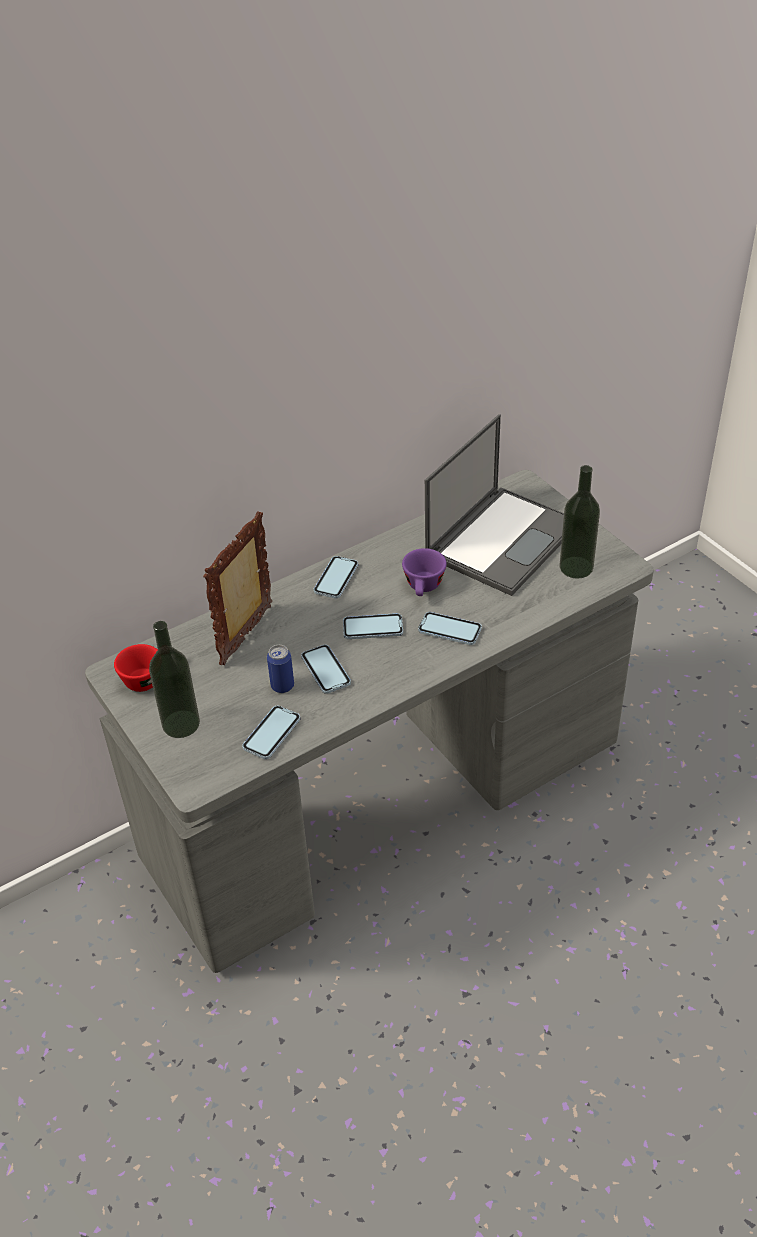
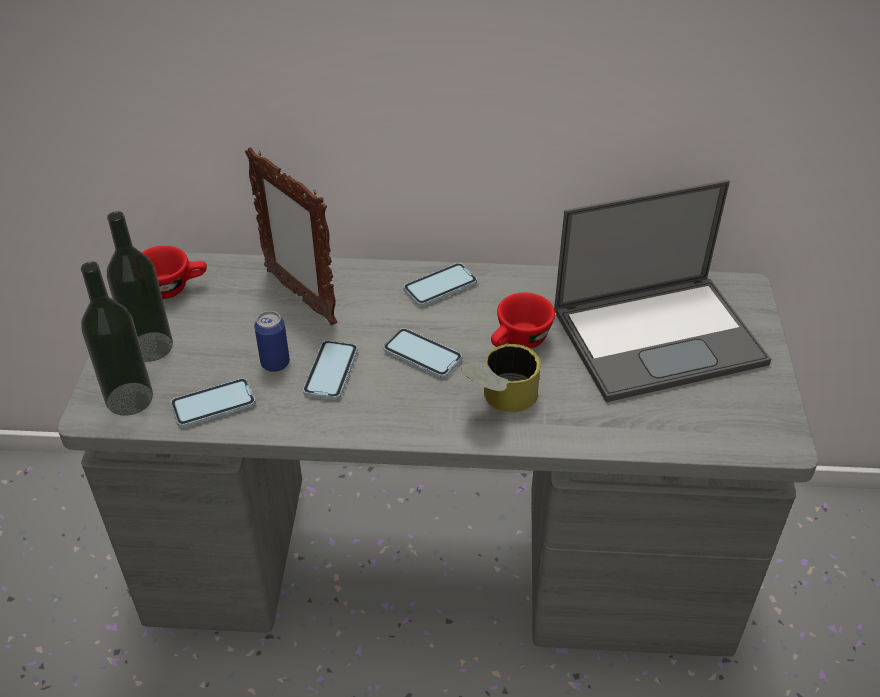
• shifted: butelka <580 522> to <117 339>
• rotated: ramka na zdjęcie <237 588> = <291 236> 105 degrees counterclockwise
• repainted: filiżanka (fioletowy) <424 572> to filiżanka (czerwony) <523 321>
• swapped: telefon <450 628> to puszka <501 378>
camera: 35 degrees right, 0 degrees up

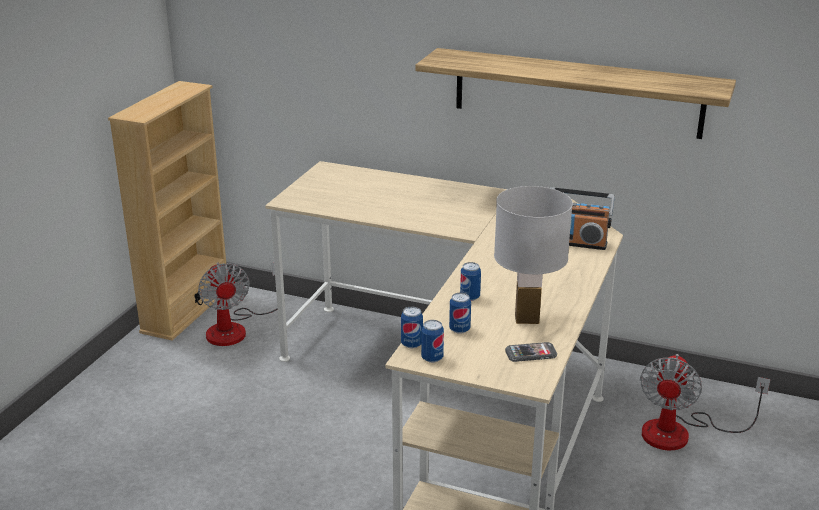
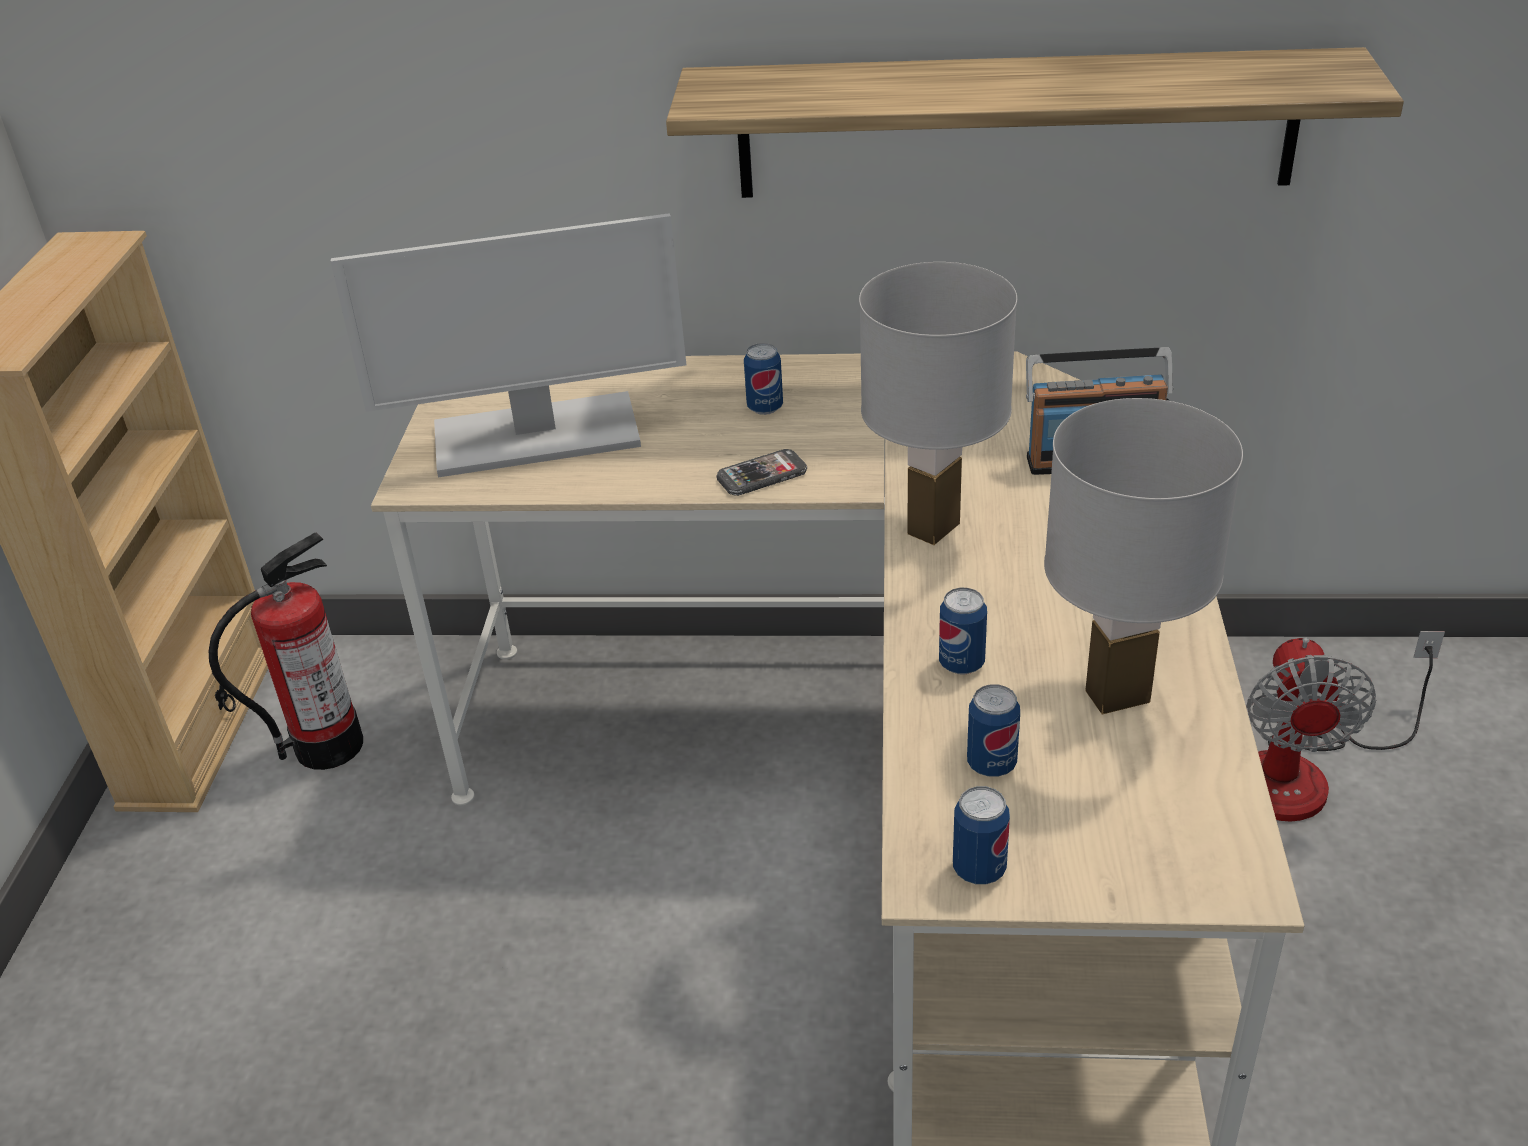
• swapped: wentylator <237 304> to gaśnica <286 651>
• shifted: puszka <412 327> to <763 379>
• shifted: telefon <531 352> to <761 472>
• new: monitor <508 345>
• new: lampa stołowa (biały) <938 403>
camera: 15 degrees left, 10 degrees up

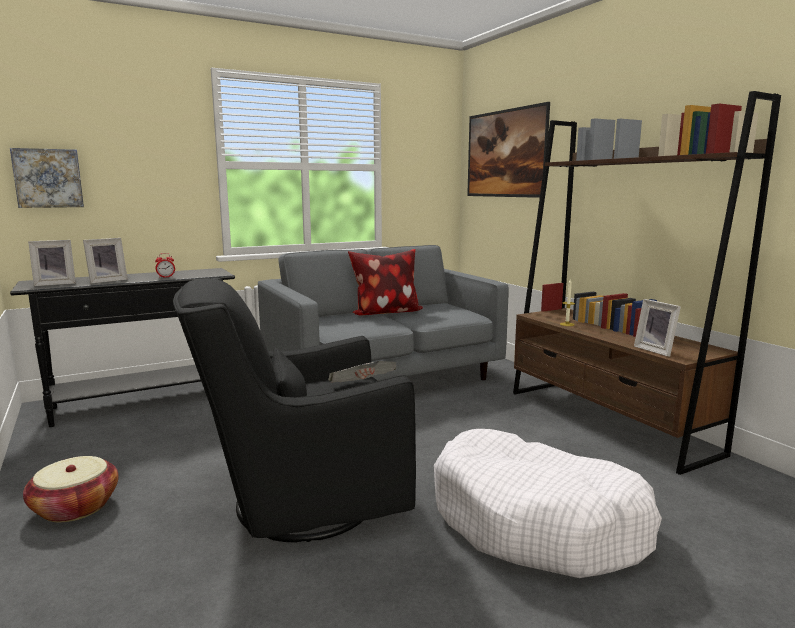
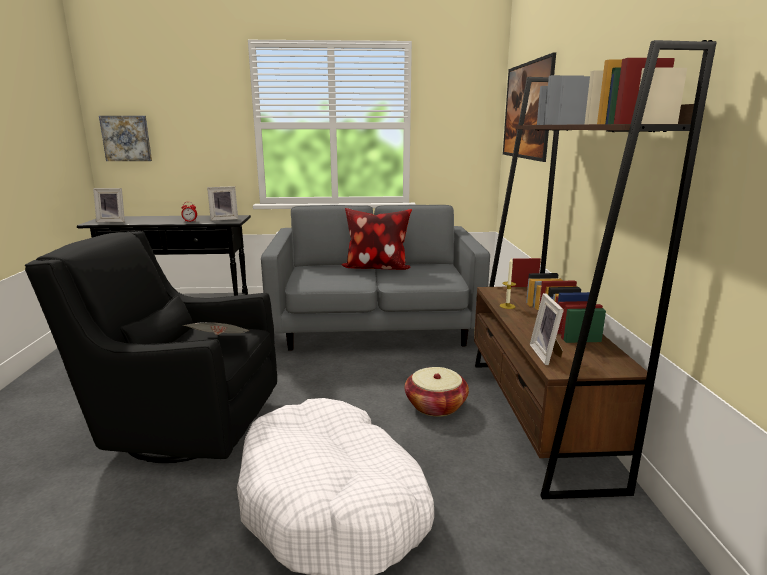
• shifted: ramka na zdjęcie <105 261> to <222 203>
• shifted: koszyk <71 489> to <437 392>
camera: 25 degrees right, 5 degrees up

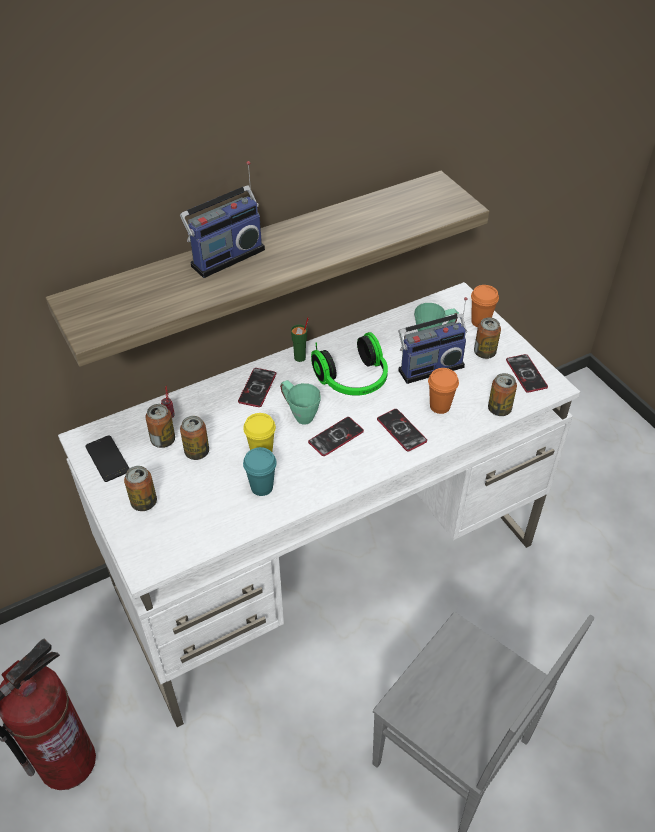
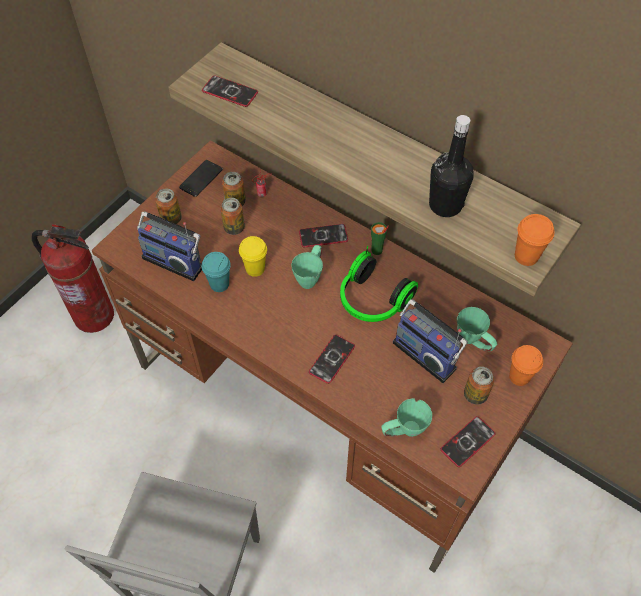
• shifted: radio <222 219> to <169 246>
• repainted: biurko (biały) <319 504> to biurko (brązowy) <332 356>
• shifted: filiżanka (pomarańczowy) <443 391> to <535 240>
• swapped: puszka <502 394> to kubek (zielony) <407 417>
• shifted: telefon <336 436> to <230 91>
• new: butelka (czarny) <451 166>
camera: 65 degrees right, 10 degrees up

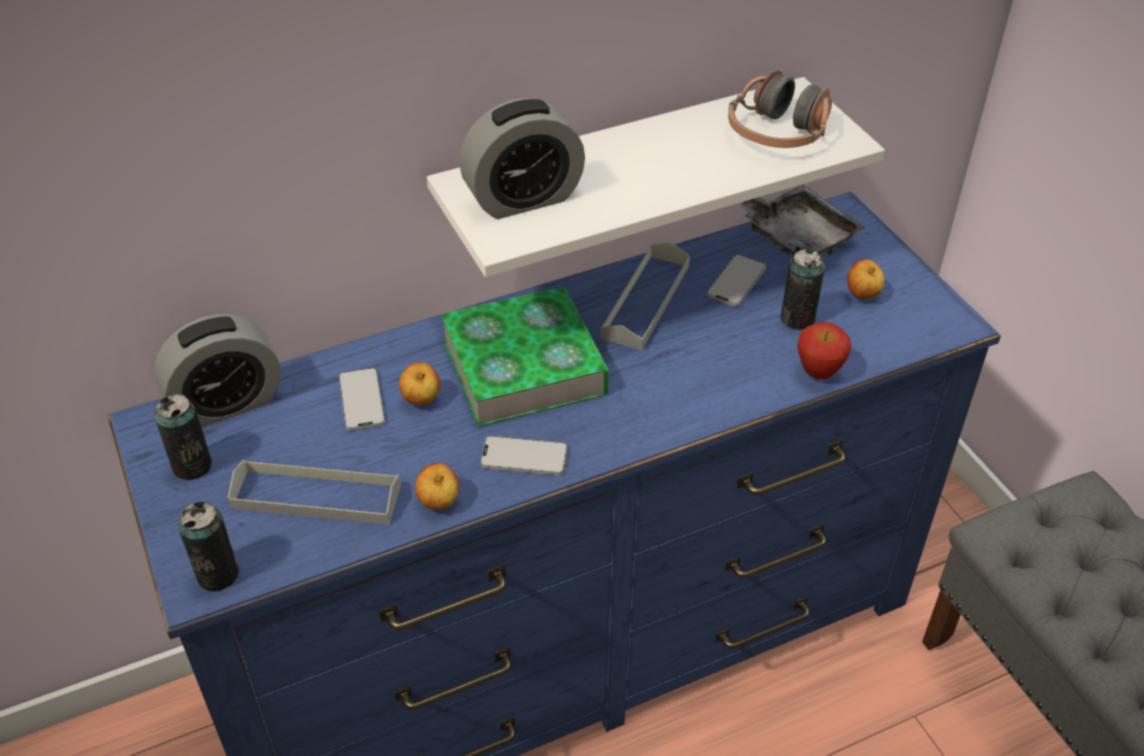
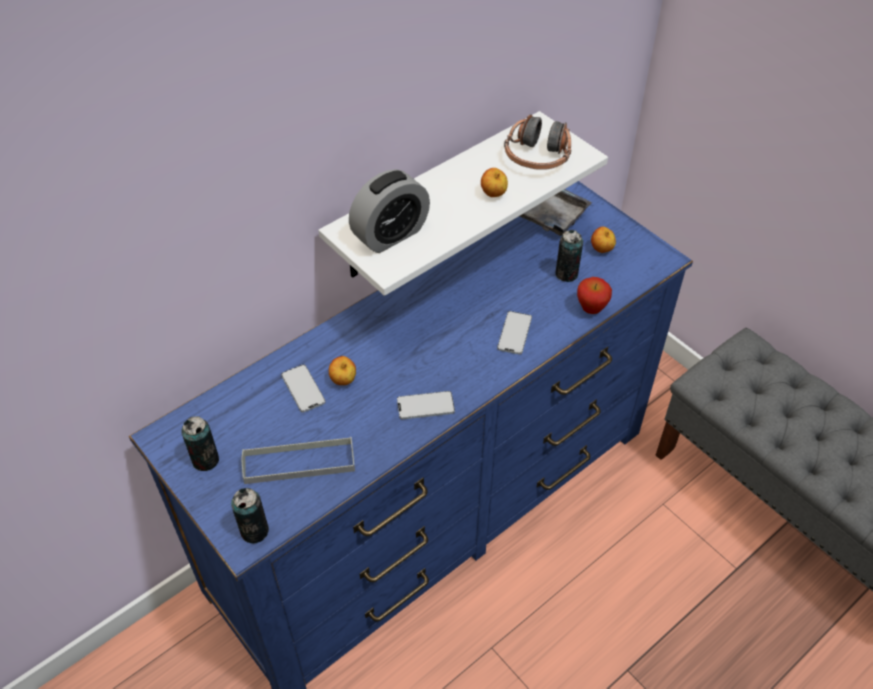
• gone: taca (szary) <645 296>
• shifted: telefon <736 280> to <514 333>
• gone: książka <525 357>
• gone: budzik <217 371>
• shifted: jabłko <437 486> to <494 182>
camera: 15 degrees left, 5 degrees up

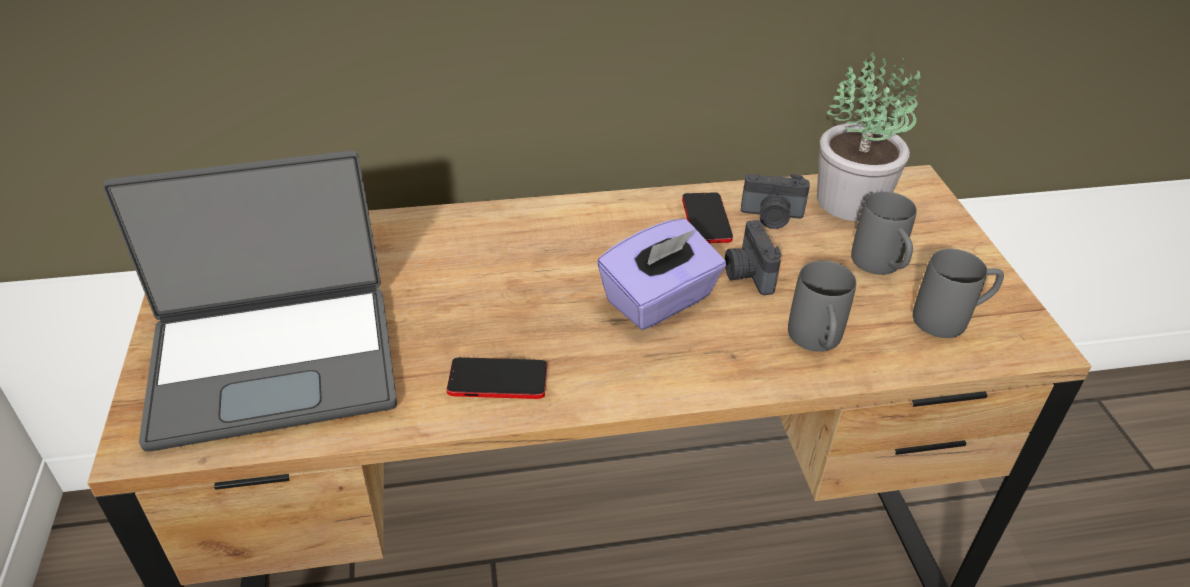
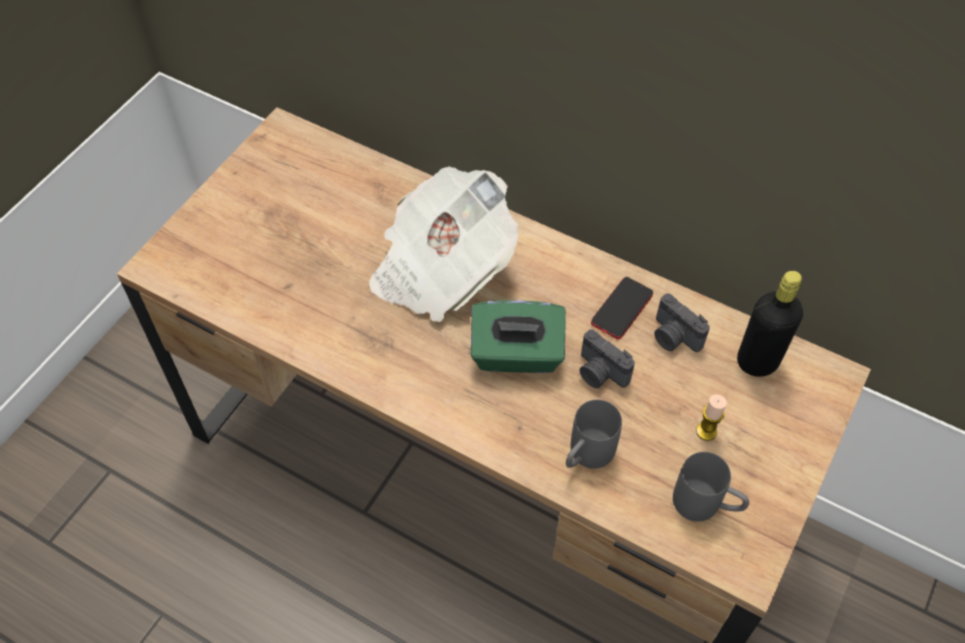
• swapped: roślina doniczkowa <869 137> to butelka (czarny) <770 324>
• gone: laptop <250 301>
• swapped: kubek (szary) <884 233> to świeca <711 418>
• repainted: pudełko chusteczek (fioletowy) <661 274> to pudełko chusteczek (zielony) <518 336>
• rotated: aparat fotograficzny <753 257> = <607 358> 75 degrees counterclockwise
• gone: telefon <497 378>
• new: gazeta <443 244>
camera: 40 degrees right, 15 degrees up

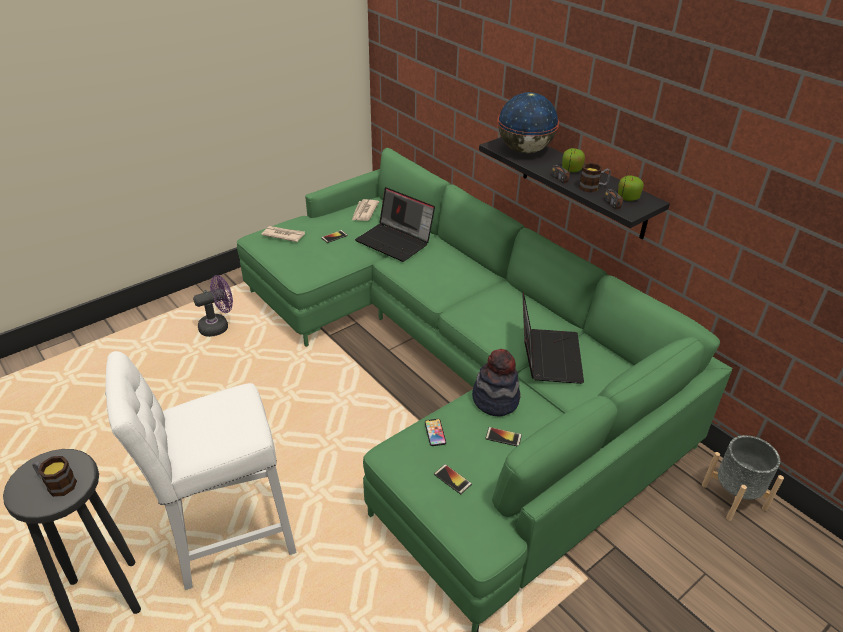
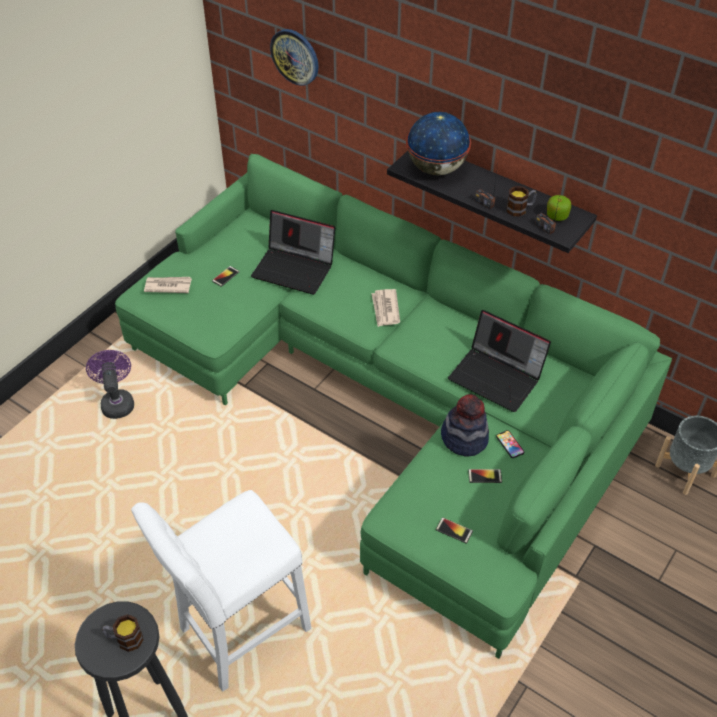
• gone: jabłko <573 160>
• shifted: gazeta <365 210> to <385 308>
• rotated: wentylator (fioletowy) <213 306> = <110 384> 60 degrees counterclockwise
• rotated: laptop <553 338> = <499 361> 135 degrees clockwise
• shifted: telefon <435 432> to <510 444>
• new: zegar ścienny <294 57>
camera: 15 degrees left, 10 degrees up

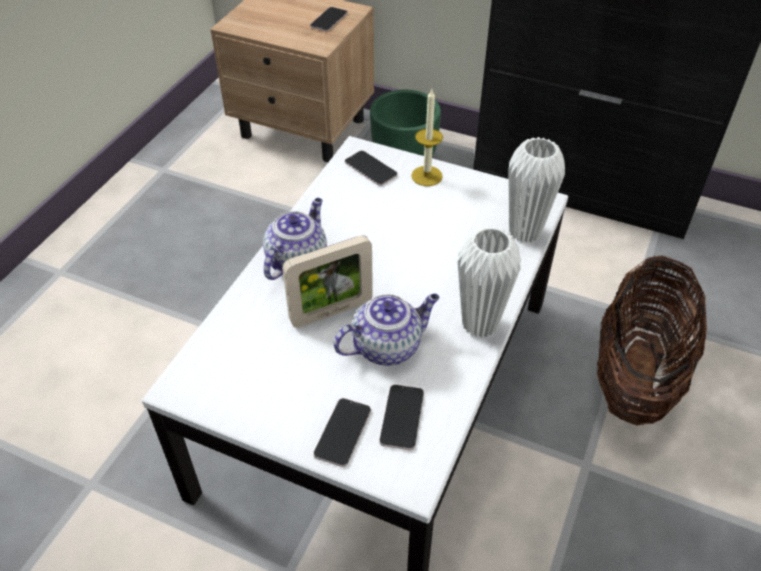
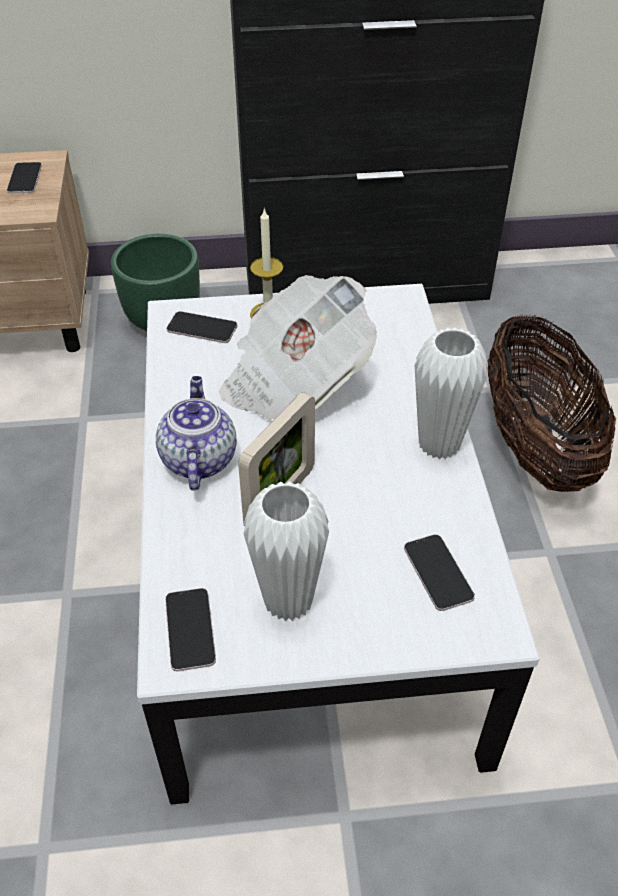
• shifted: wazon (biały) <536 190> to <286 551>
• gone: imbryk <386 330>
• shifted: telefon <342 432> to <190 629>
• new: gazeta <298 347>
camera: 30 degrees left, 0 degrees up

